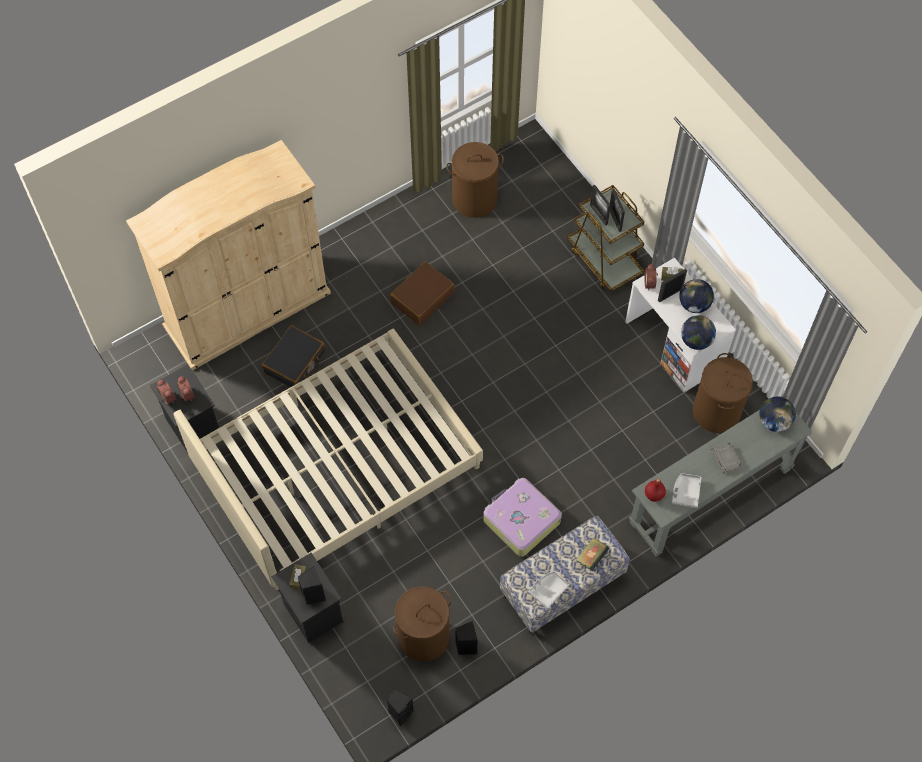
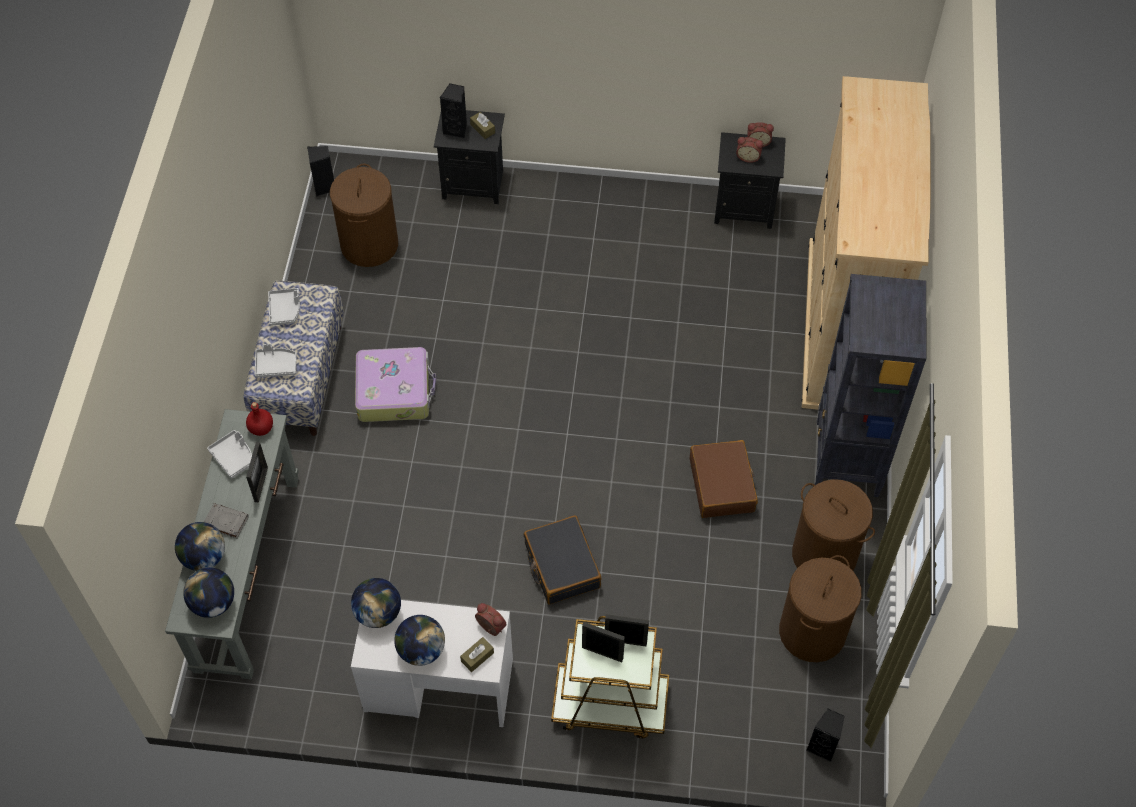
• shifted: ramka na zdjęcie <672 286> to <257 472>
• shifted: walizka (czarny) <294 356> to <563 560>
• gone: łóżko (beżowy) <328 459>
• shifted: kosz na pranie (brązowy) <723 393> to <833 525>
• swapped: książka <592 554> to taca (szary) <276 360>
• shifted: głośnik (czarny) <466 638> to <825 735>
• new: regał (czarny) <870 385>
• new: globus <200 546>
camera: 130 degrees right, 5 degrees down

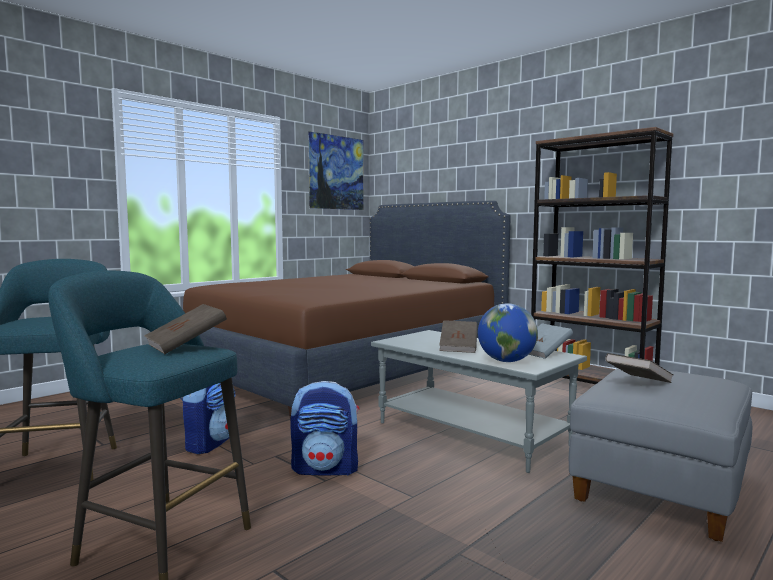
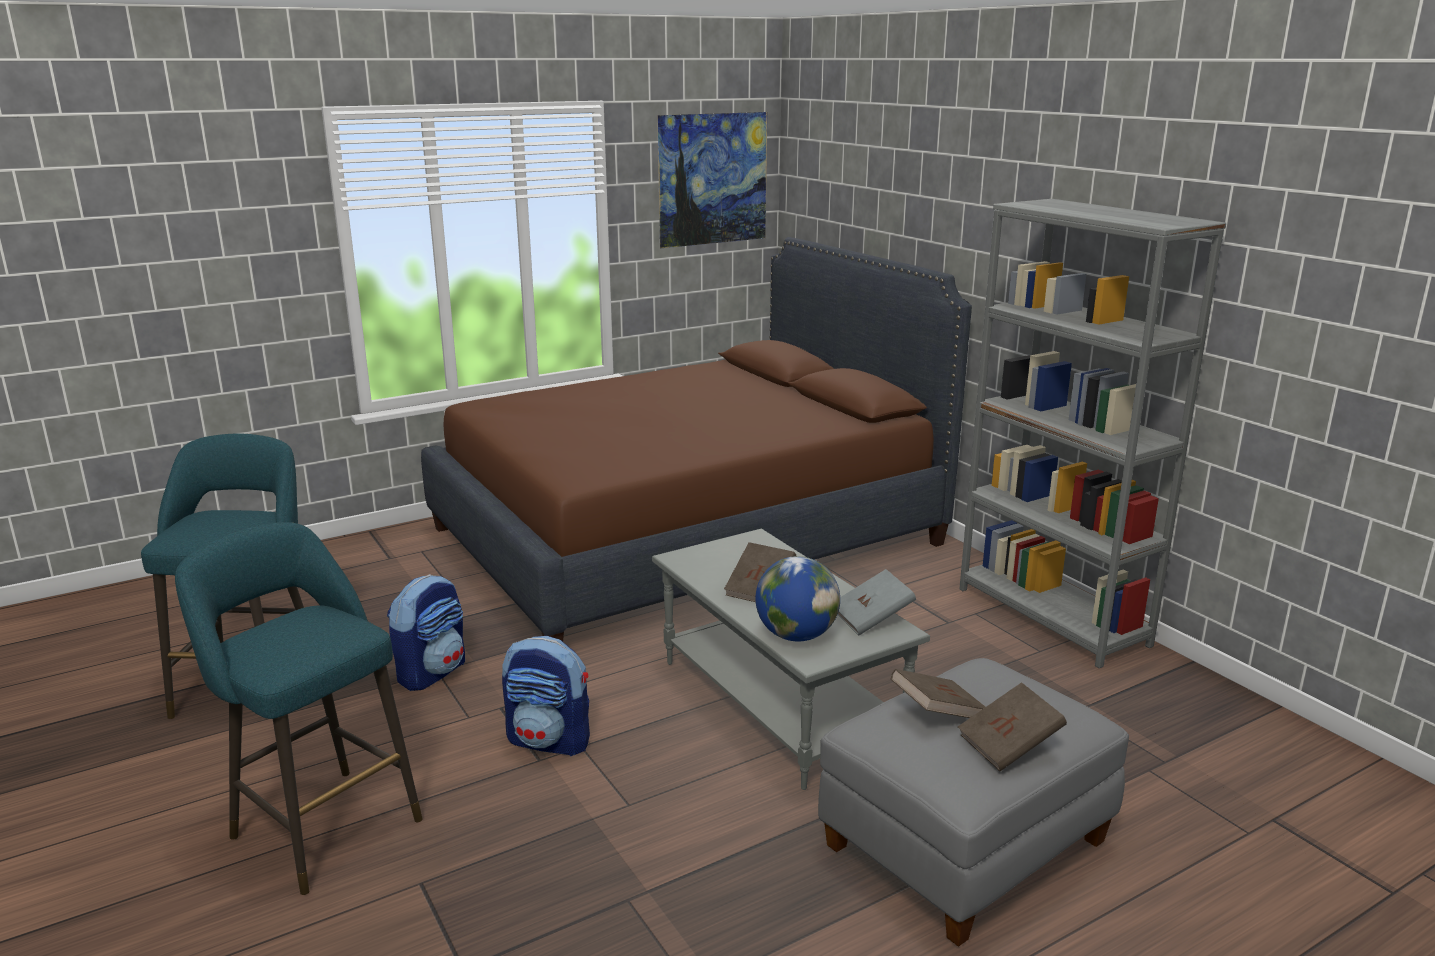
• repainted: regał (brązowy) <602 255> to regał (szary) <1092 433>
• shifted: książka (brązowy) <185 329> to <1012 726>
camera: 15 degrees right, 15 degrees up

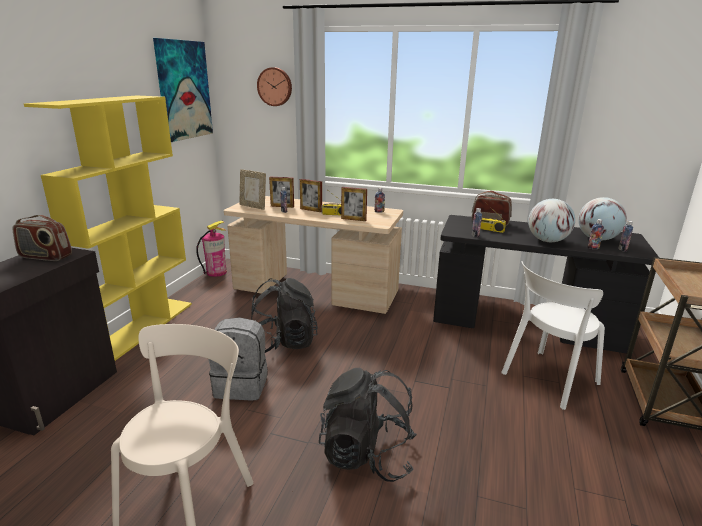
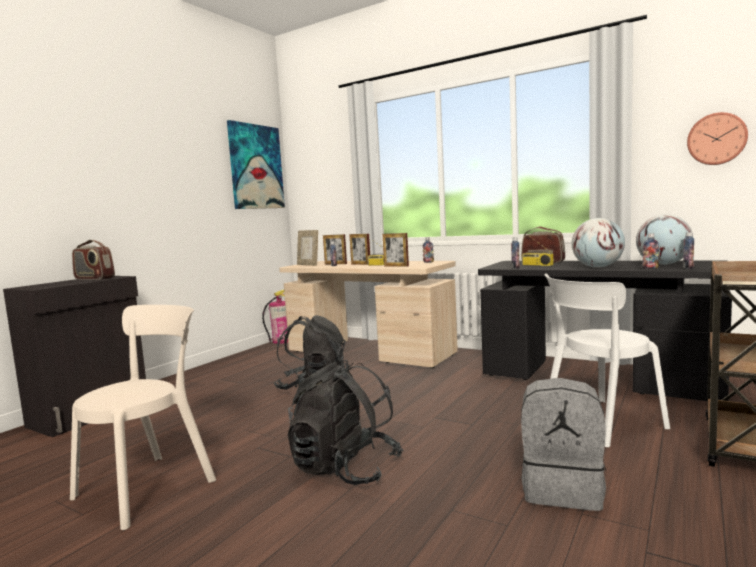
• shifted: zegar ścienny <274 86> to <717 138>
• gone: regał (żółty) <108 228>
• shifted: plecak (szary) <238 358> to <564 444>
camera: 15 degrees right, 15 degrees down

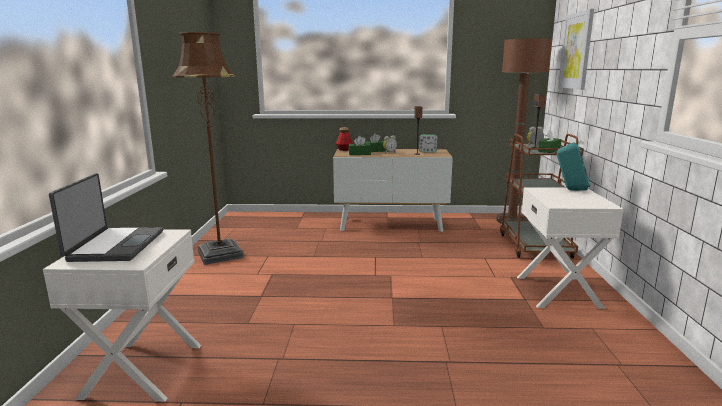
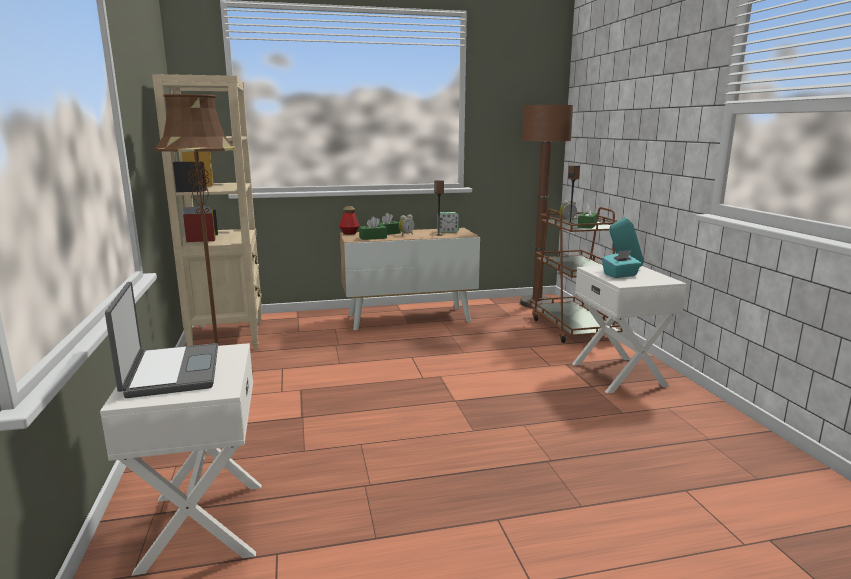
• gone: obraz <576 49>
• new: regał (beżowy) <207 211>
• new: pudełko chusteczek (turkusowy) <622 264>
camera: 15 degrees left, 0 degrees up

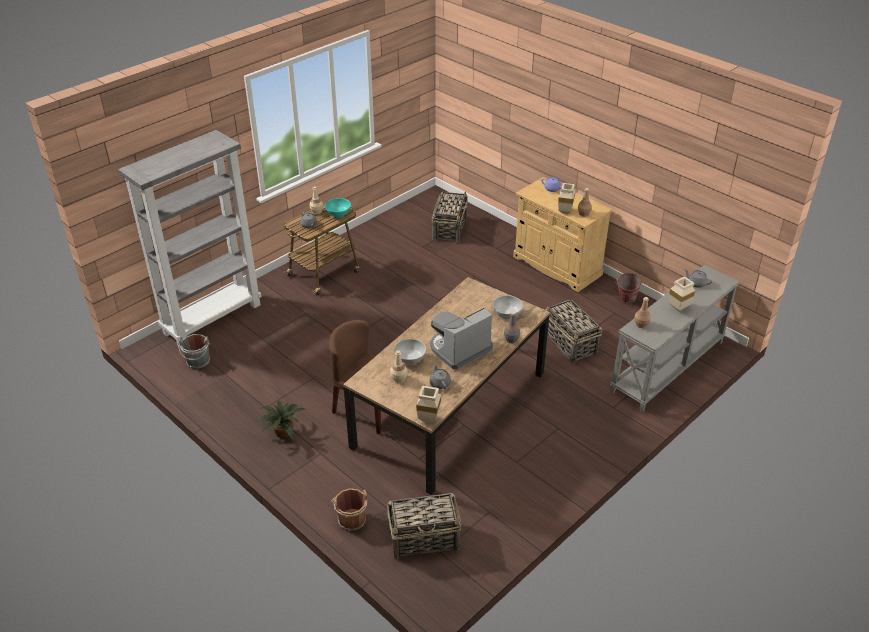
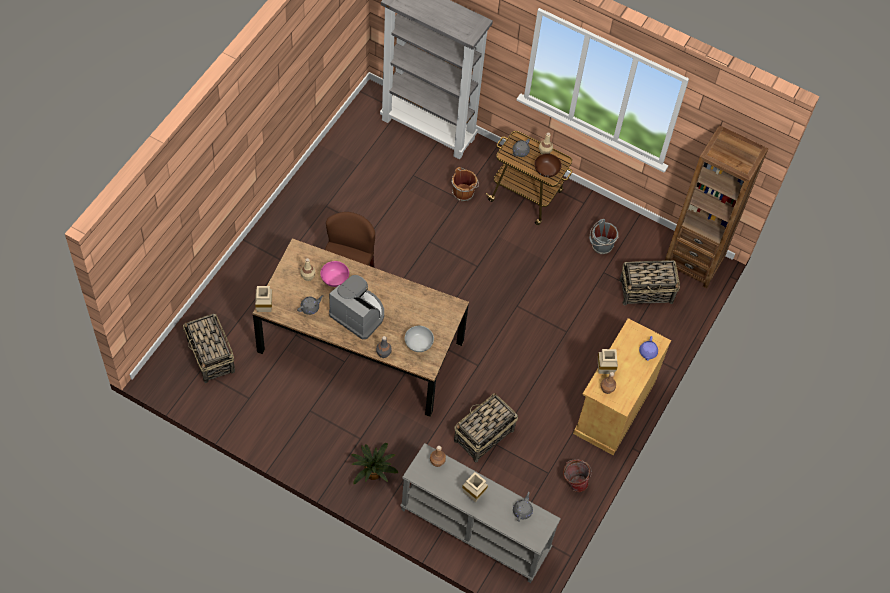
• repainted: miska (turkusowy) <338 208> to miska (brązowy) <548 165>
• shifted: wiadro (szary) <194 351> to <604 236>
• repainted: miska (biały) <410 352> to miska (różowy) <334 274>
• shifted: roślina doniczkowa <280 420> to <375 464>
• shifted: wiadro (brązowy) <349 509> to <465 184>
• new: regał (brązowy) <716 206>
camera: 70 degrees right, 20 degrees up

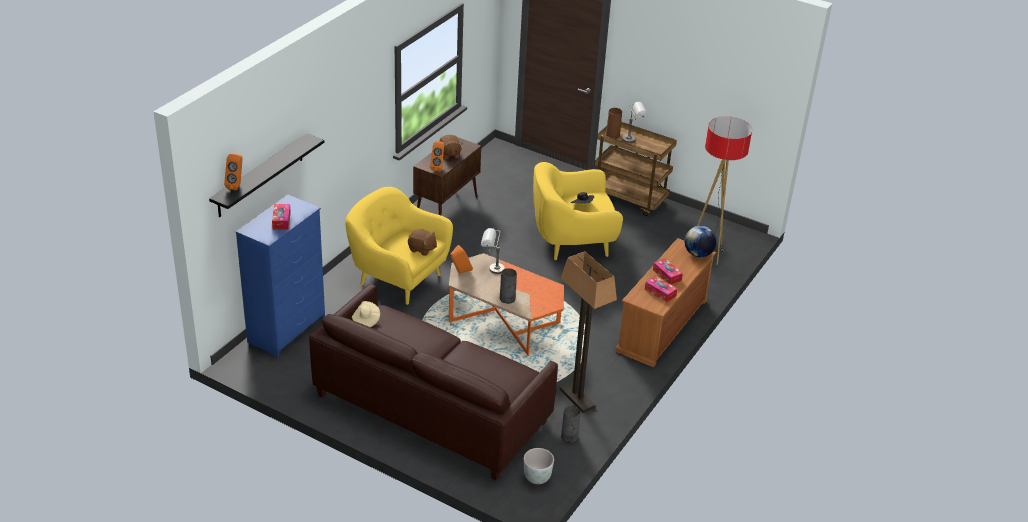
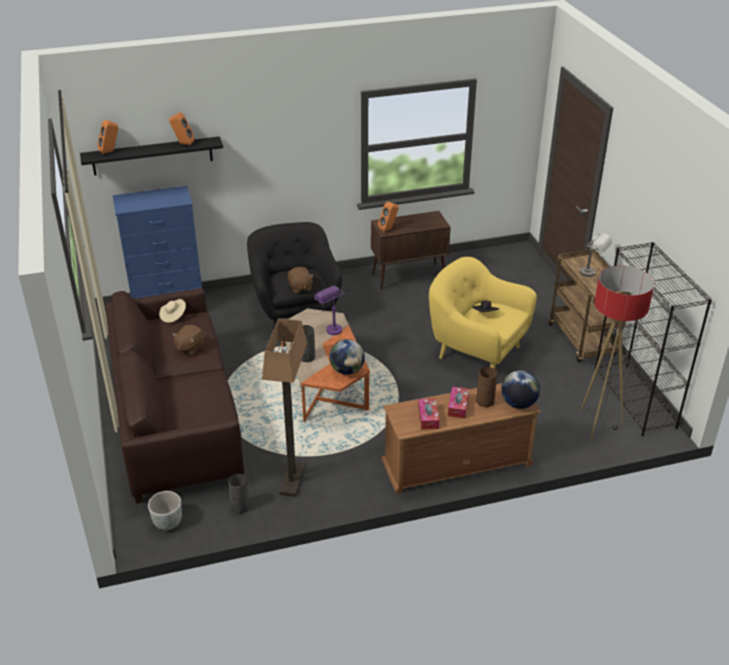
• shifted: wazon (brązowy) <614 123> to <486 387>
• shifted: pluszak (brązowy) <451 147> to <188 340>
• repainted: fotel (żółty) <399 246> to fotel (czarny) <294 276>
• gone: pudełko chusteczek <281 216>
• repainted: lampa stołowa (szary) <493 251> to lampa stołowa (fioletowy) <330 310>
• shifted: głośnik (pomarańczowy) <462 259> to <181 128>
• new: regał (czarny) <653 339>
• new: globus <347 357>
camera: 45 degrees right, 0 degrees up

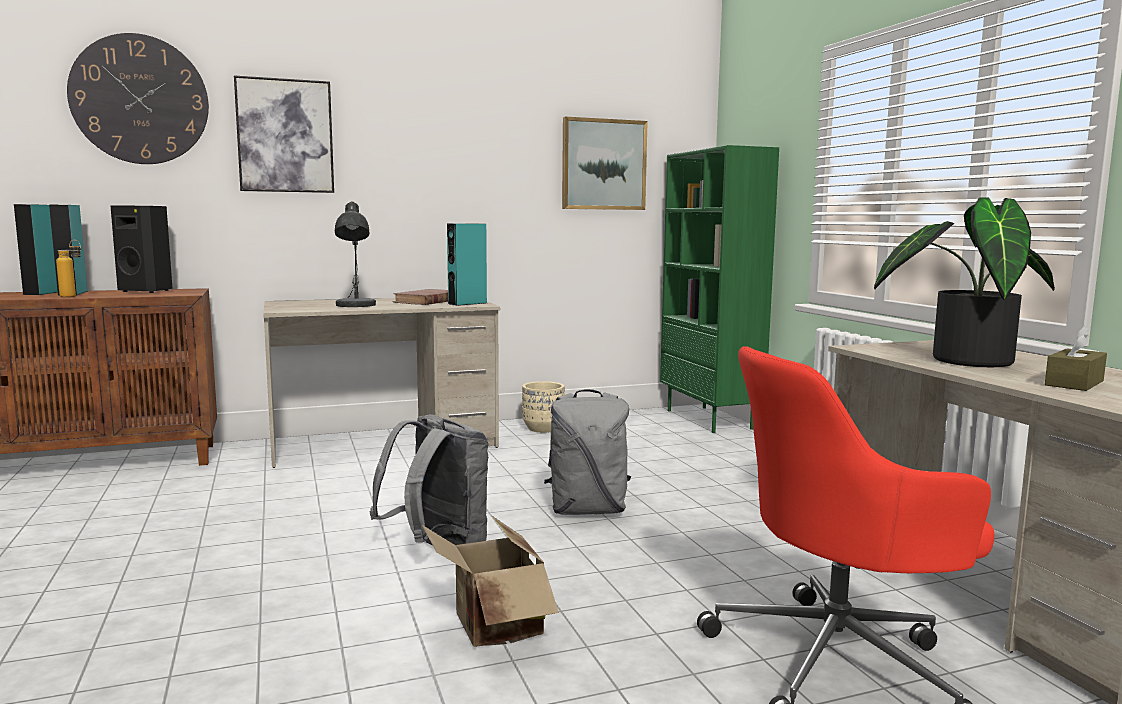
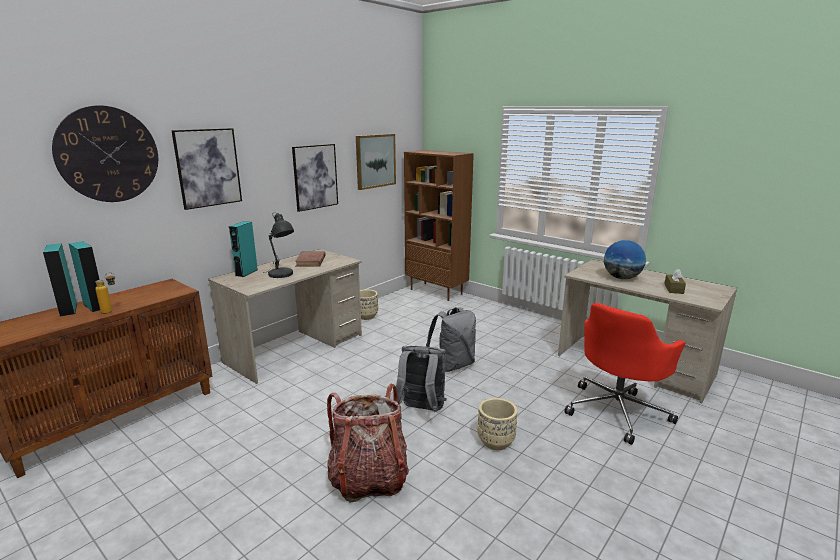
• repainted: regał (zielony) <719 289> to regał (brązowy) <439 225>
• swapped: roślina doniczkowa <964 282> to globus <625 259>
• gone: głośnik (czarny) <142 249>
• shifted: głośnik (turkusowy) <467 265> to <243 249>
• swapped: karton <490 581> to donica (beżowy) <498 424>
• new: obraz <315 178>
• new: plecak <368 442>
camera: 30 degrees left, 10 degrees up

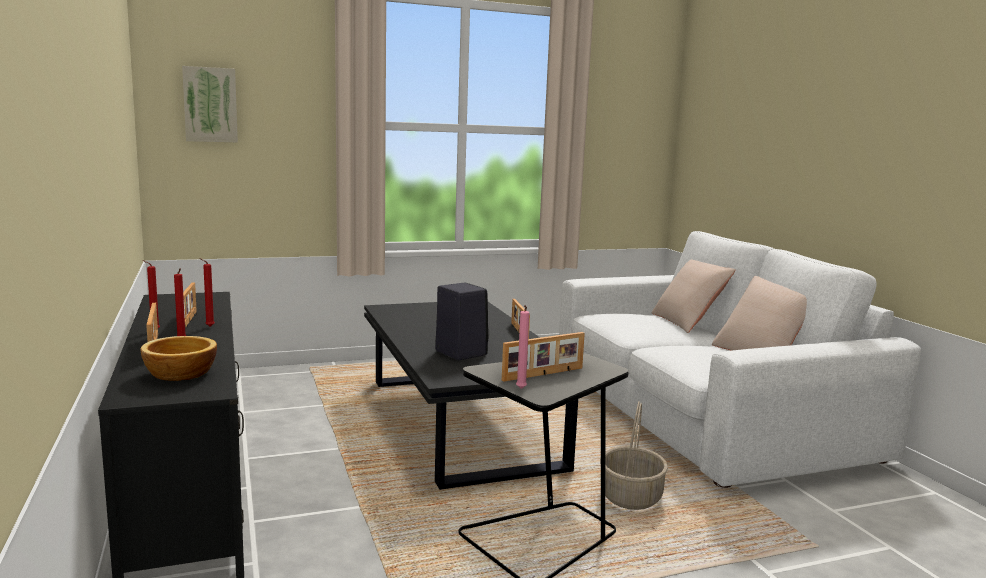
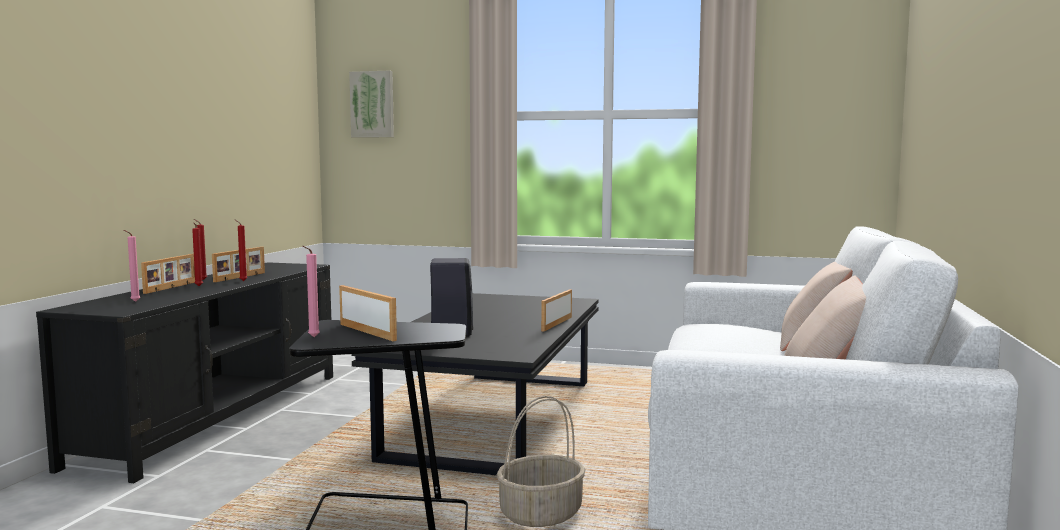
• rotated: ramka na zdjęcie <543 357> = <368 313> 135 degrees counterclockwise
• swapped: miska <179 358> to świeca (różowy) <131 266>
camera: 35 degrees right, 5 degrees down

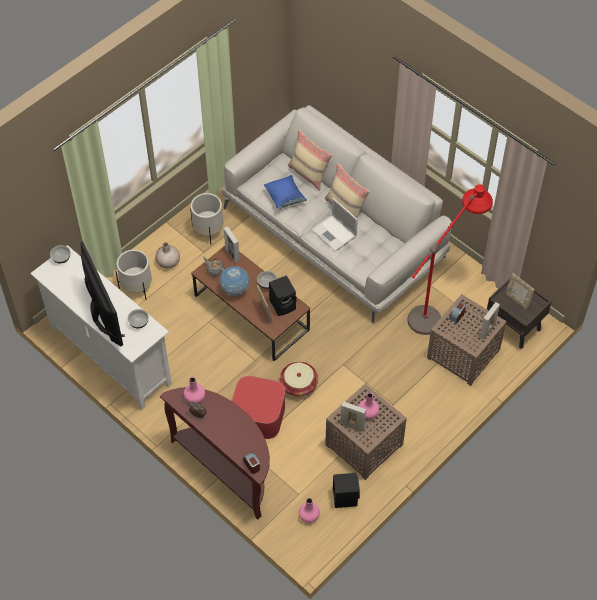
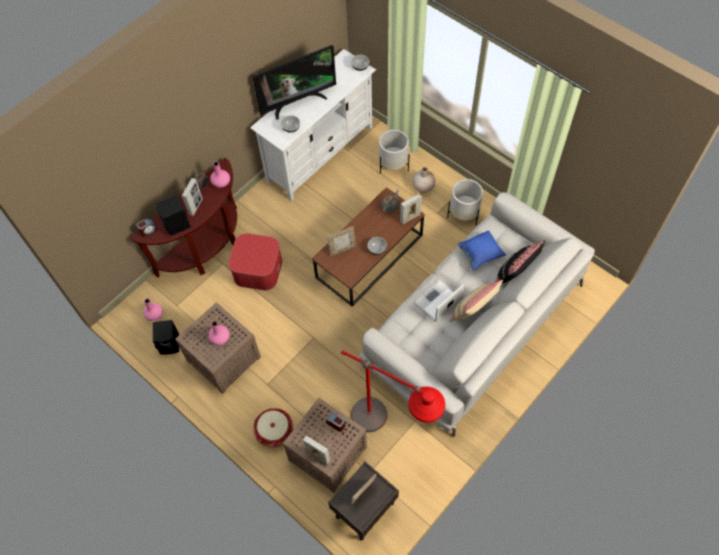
• repainted: poduszka (beżowy) <310 160> to poduszka (czarny) <520 261>
• gone: globus <235 281>
• shifted: głośnik (czarny) <283 295> to <173 215>
• shifted: koszyk <299 379> to <273 427>
• shifted: ramka na zdjęcie <353 416> to <192 197>
camera: 90 degrees right, 5 degrees up

